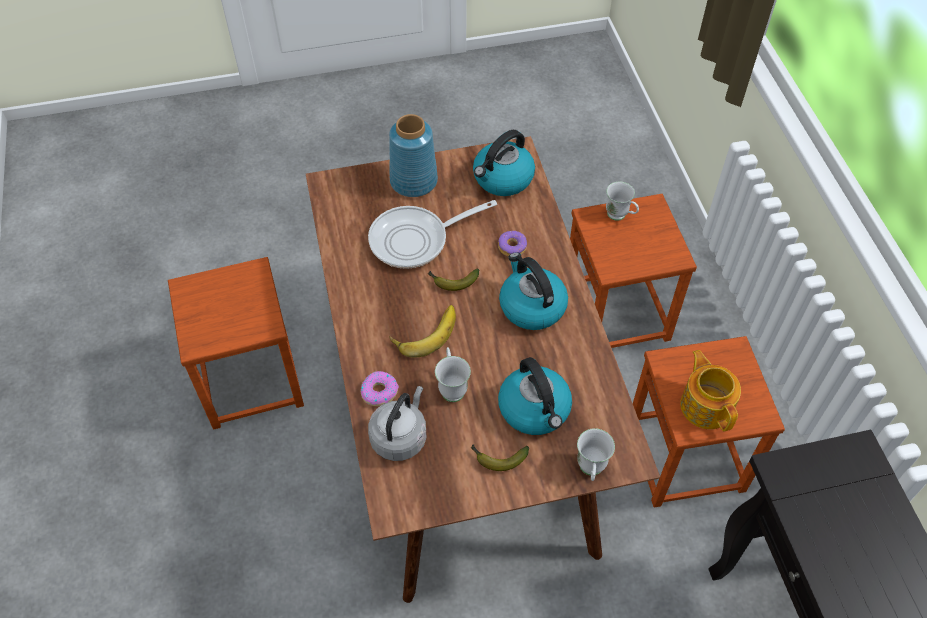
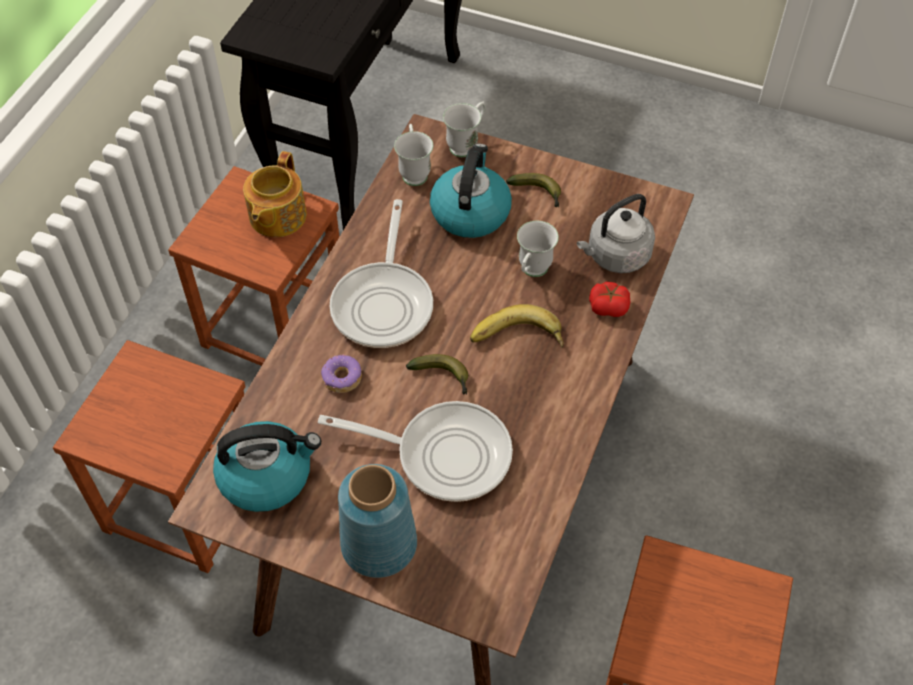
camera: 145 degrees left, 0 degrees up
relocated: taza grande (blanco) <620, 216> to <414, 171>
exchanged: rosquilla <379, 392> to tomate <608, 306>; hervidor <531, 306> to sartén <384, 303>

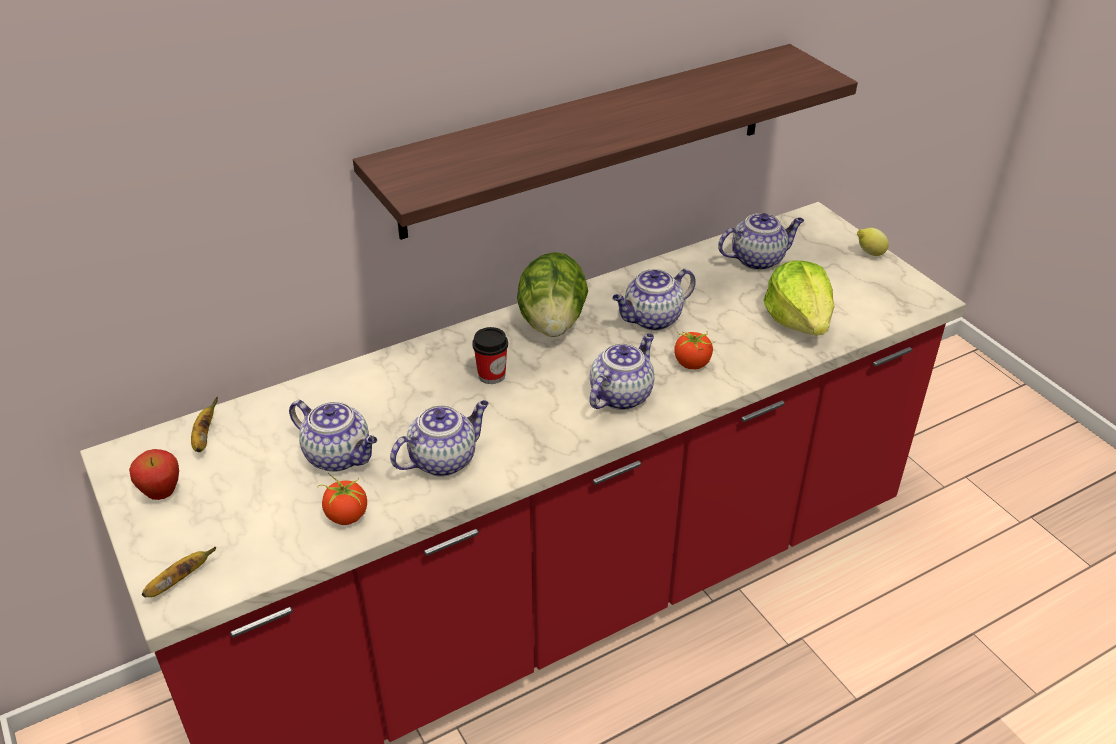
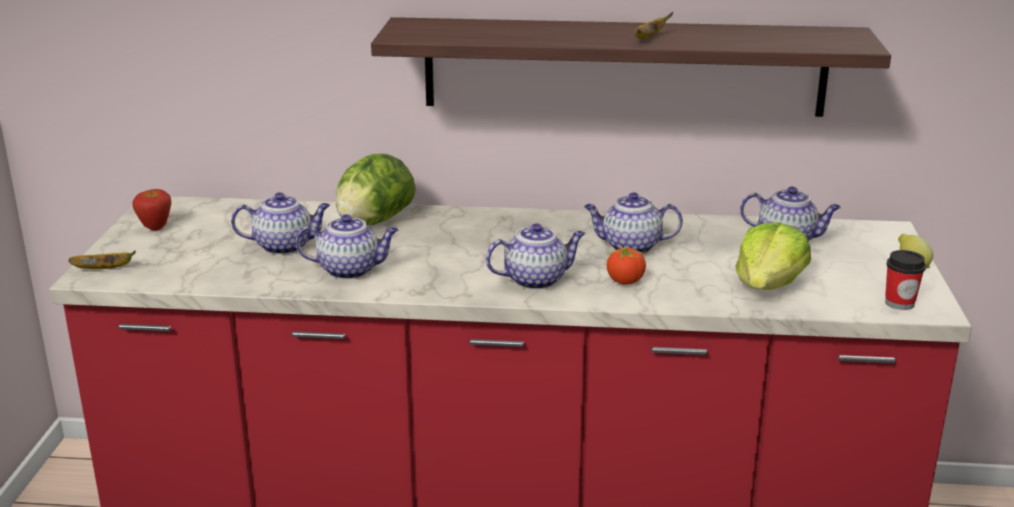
camera: 35 degrees right, 15 degrees down
missing: tomate <346, 516>
relocated: plátano <204, 438> to <648, 39>; taza <491, 375> to <899, 303>; lechuga <553, 323> to <374, 222>
spun: tetera <339, 456> = <285, 246> 75 degrees counterclockwise

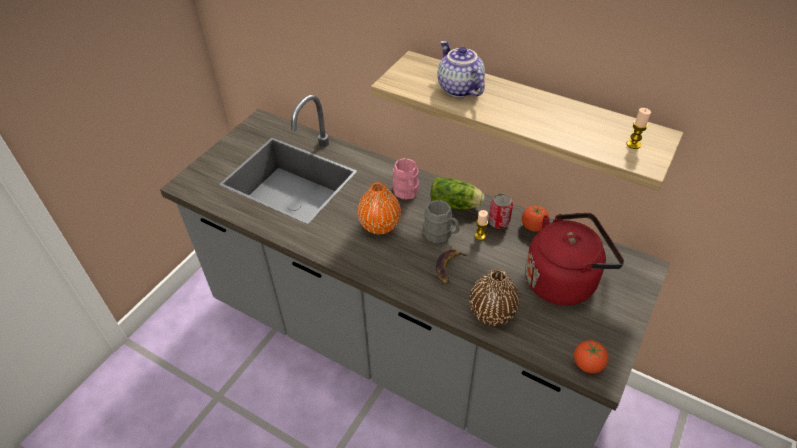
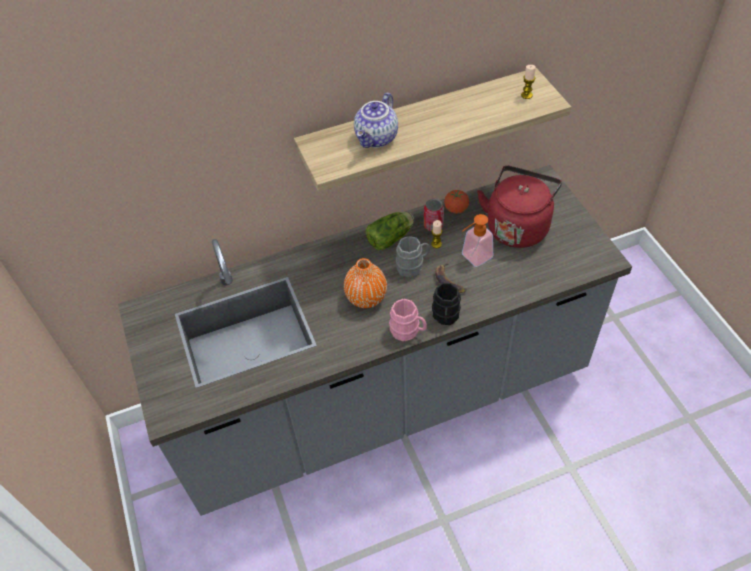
camera: 50 degrees left, 5 degrees up
missing: florero (marrón) <492, 312>; tomate <587, 364>
appeared: taza grande (negro) <445, 317>; dispensador de jabón <473, 258>
relocated: taza grande (rosa) <406, 193> to <408, 331>
spun: tetera <458, 88> = <377, 138> 75 degrees counterclockwise

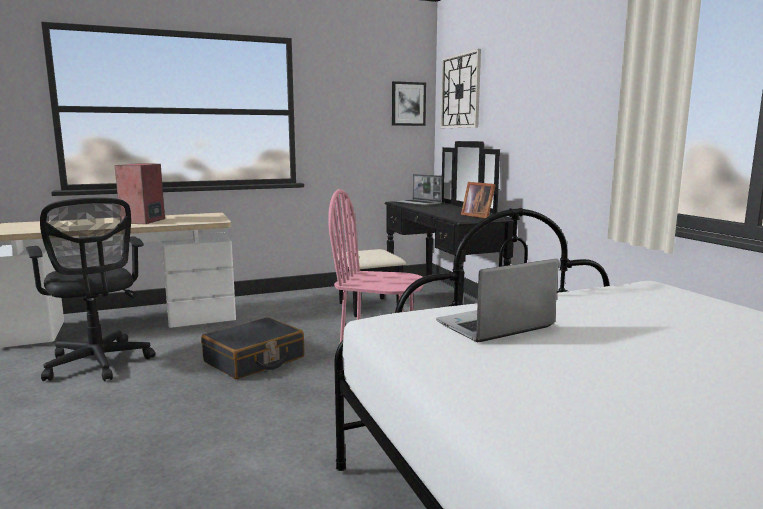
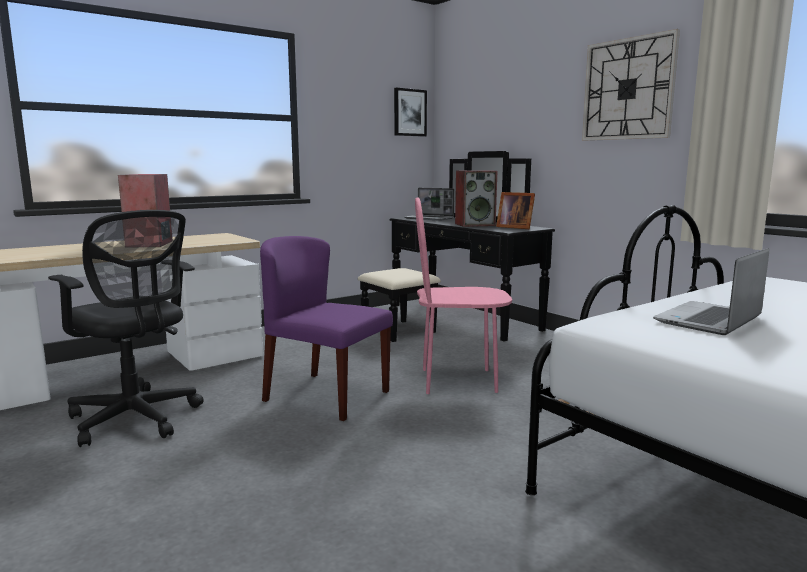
camera: 15 degrees left, 0 degrees up
appeared: altavoz <475, 224>
relocated: reloj de pared <460, 91> to <628, 89>
exchanged: maleta (negro) <254, 360> to silla (morado) <326, 395>

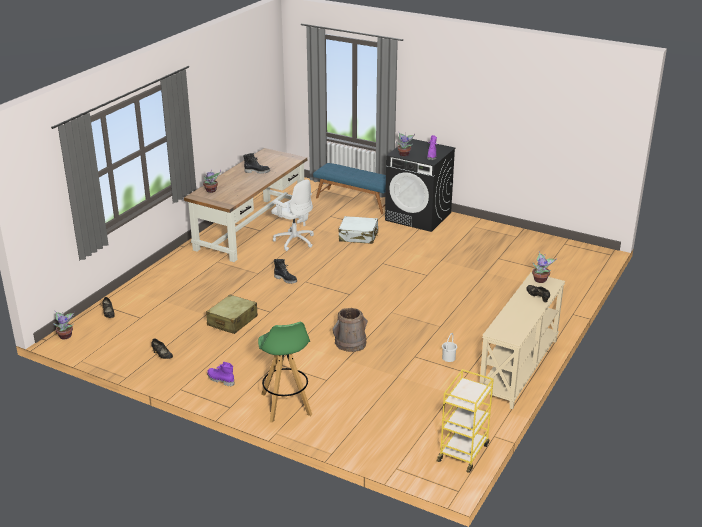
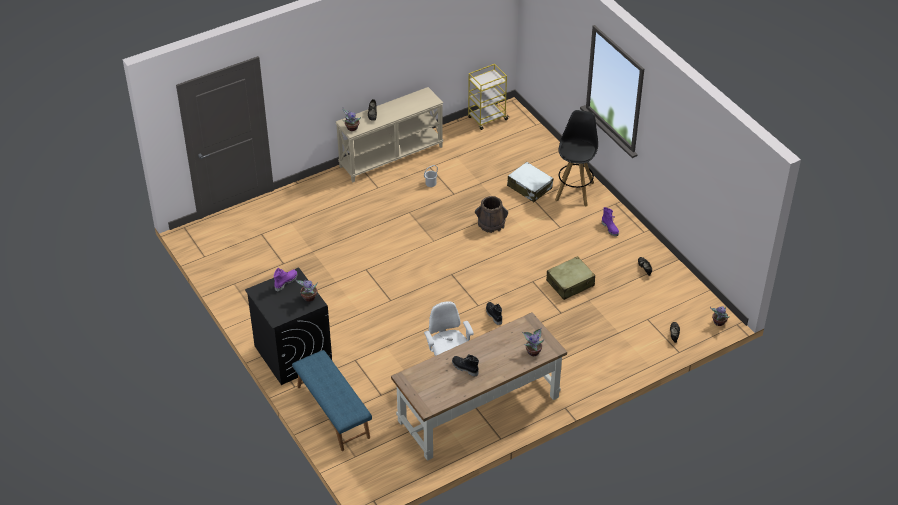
camera: 150 degrees left, 15 degrees up
relocated: maleta (blanco) <358, 236> to <529, 187>
colour: taburete (verde) <286, 405> to taburete (negro) <574, 191>

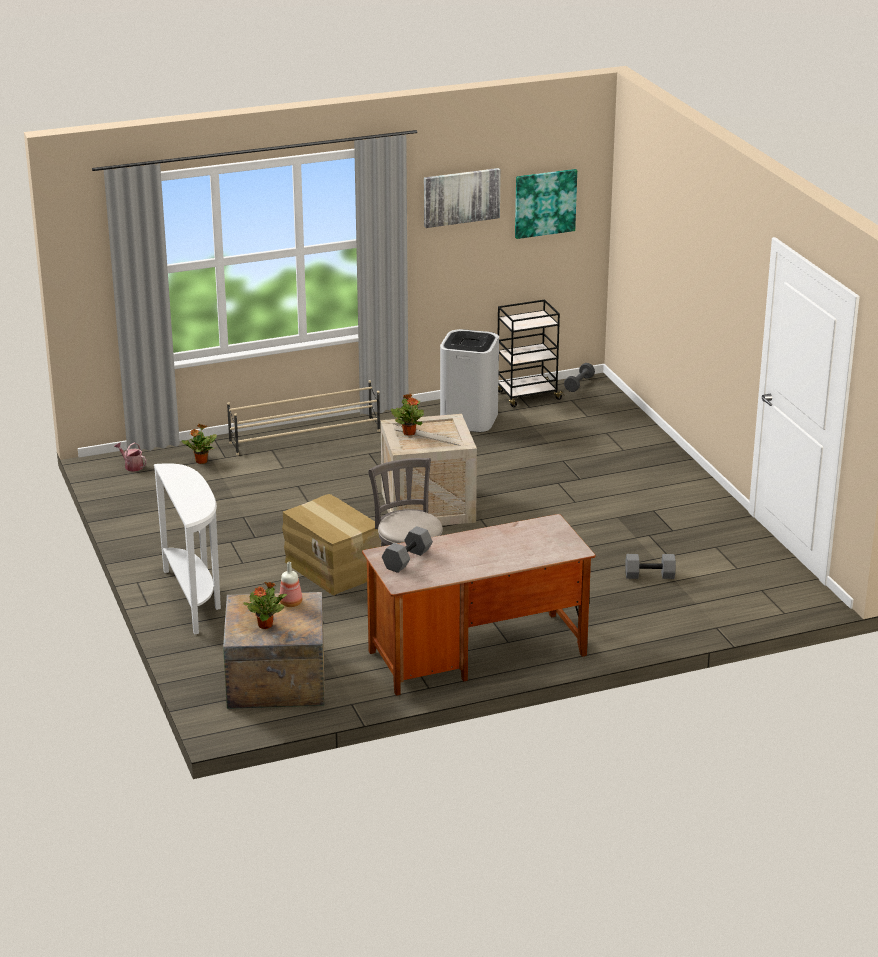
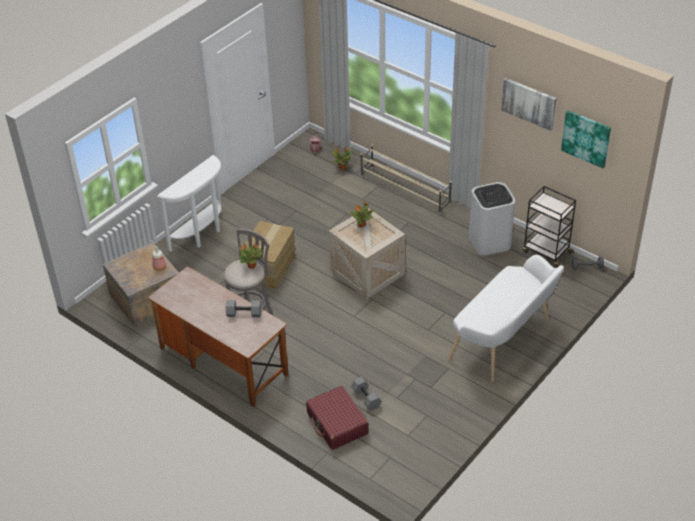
camera: 60 degrees right, 15 degrees up
appeared: maleta (rojo) <337, 424>; banco (blanco) <504, 342>
relocated: planta en maceta <265, 625> to <252, 265>; mancuerna (gris) <407, 560> to <243, 314>

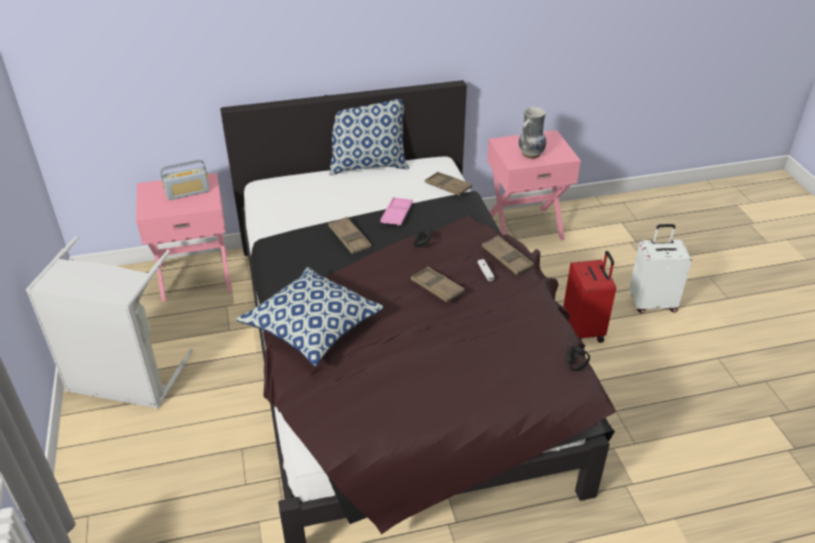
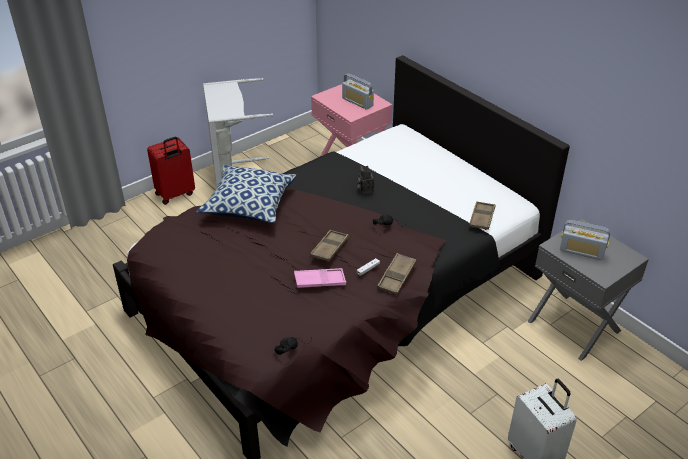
camera: 65 degrees right, 0 degrees up
missing: cojín <368, 165>
relocated: bandeja (rosa) <396, 214> to <320, 281>; maleta (rojo) <584, 329> to <175, 195>
exchanged: bandeja (marrón) <349, 238> to cámara <365, 190>; florero <530, 154> to radio <581, 251>
colour: mesita de noche (rosa) <524, 226> to mesita de noche (gris) <574, 325>

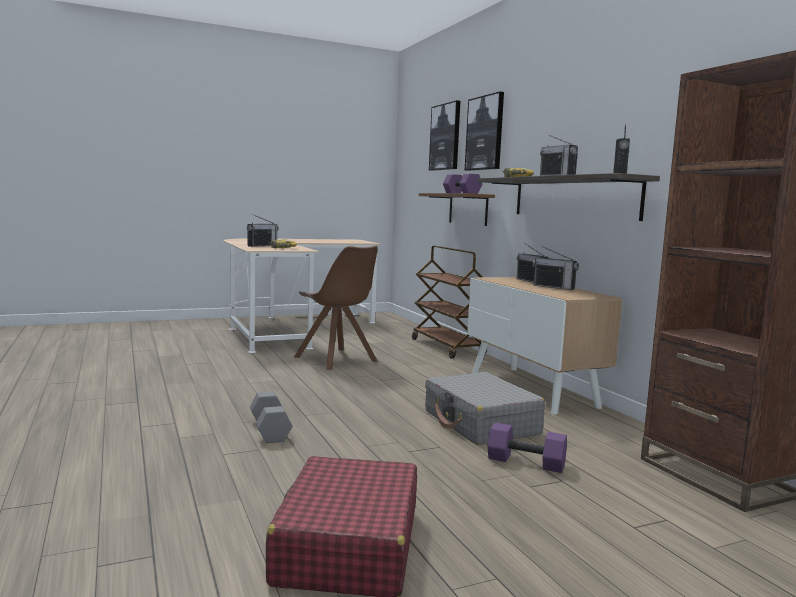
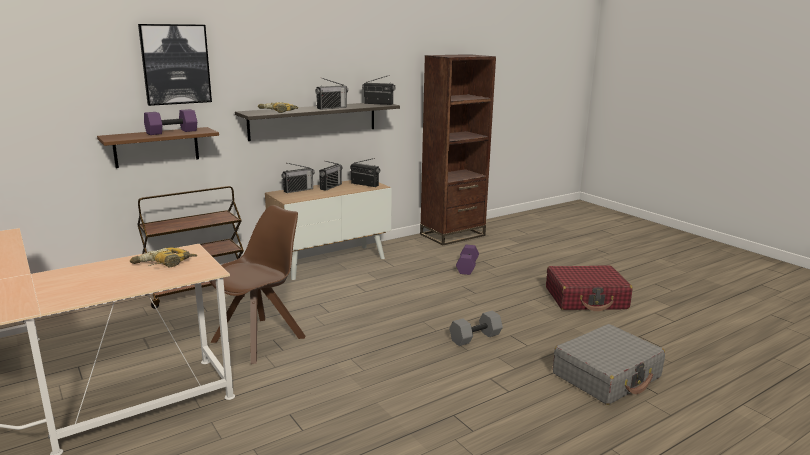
camera: 100 degrees left, 10 degrees up
missing: cuadro <445, 137>
relocated: radio <262, 246> to <364, 184>; maleta (gris) <481, 423> to <607, 376>

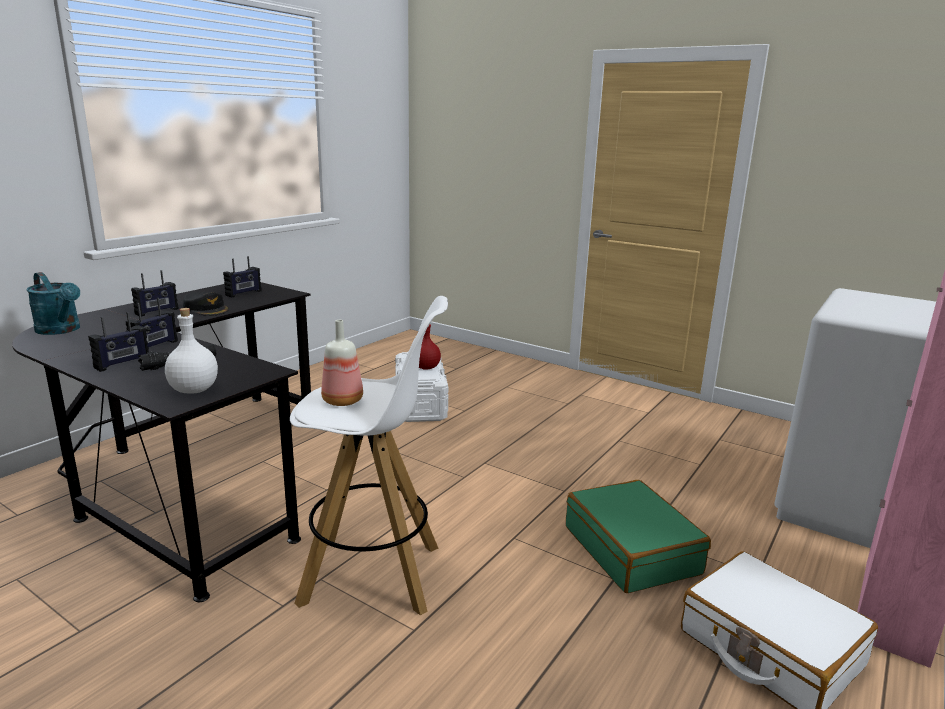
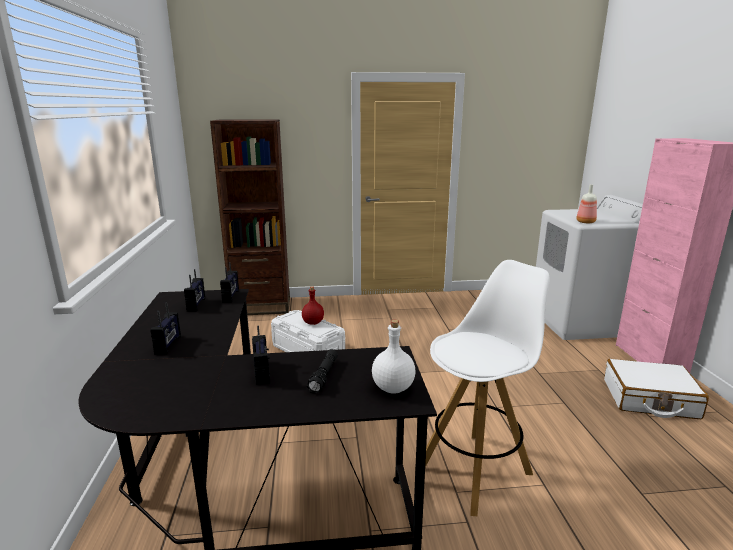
camera: 40 degrees left, 0 degrees up
missing: regadera (turquesa) <61, 330>; gorra (negro) <206, 309>; maleta (verde) <632, 550>
appeared: estantería (marrón) <261, 307>
relocated: radio <123, 364> to <231, 296>; botella <344, 401> to <586, 222>

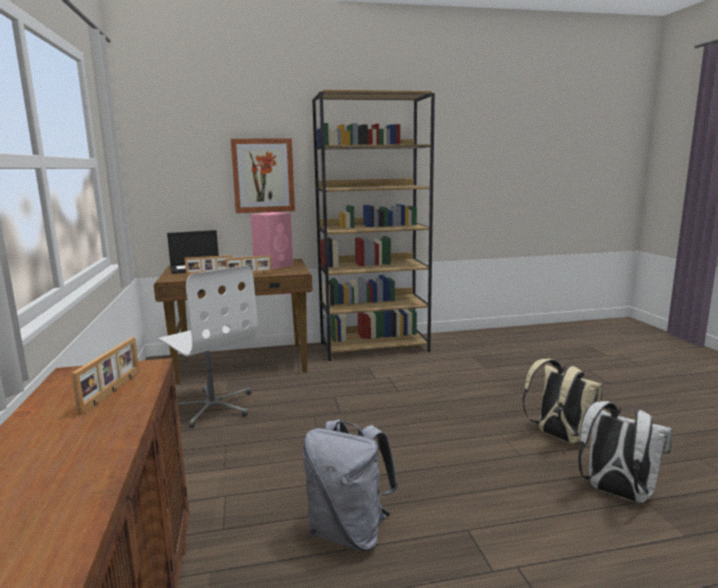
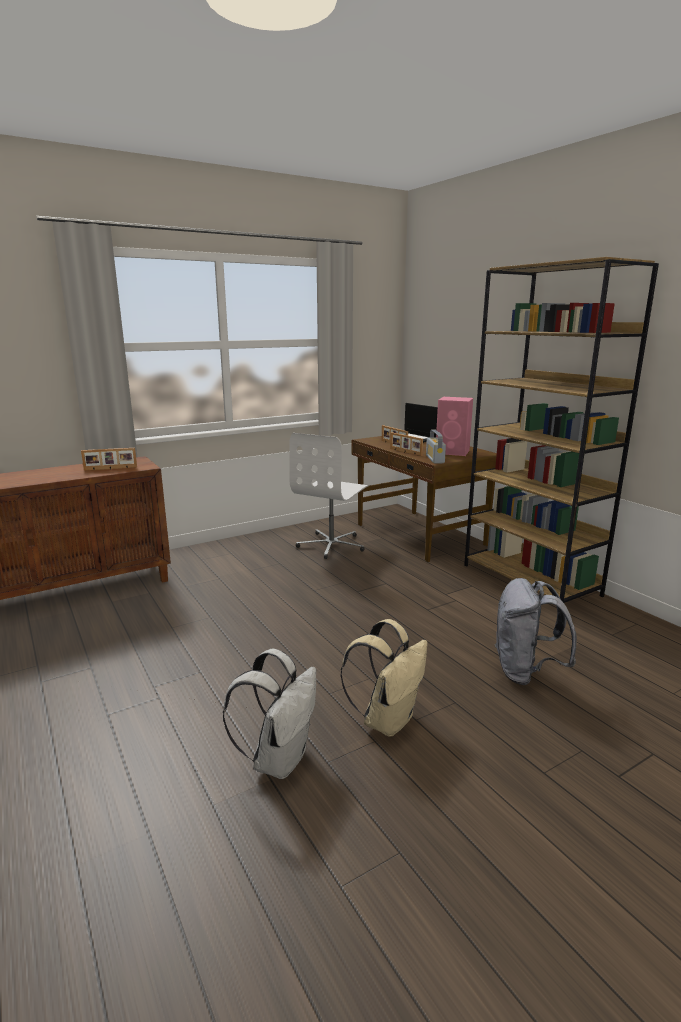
camera: 70 degrees right, 5 degrees up
missing: cuadro <263, 175>
appeared: radio <435, 459>
relocated: mochila (gris) <349, 532> to <525, 672>

